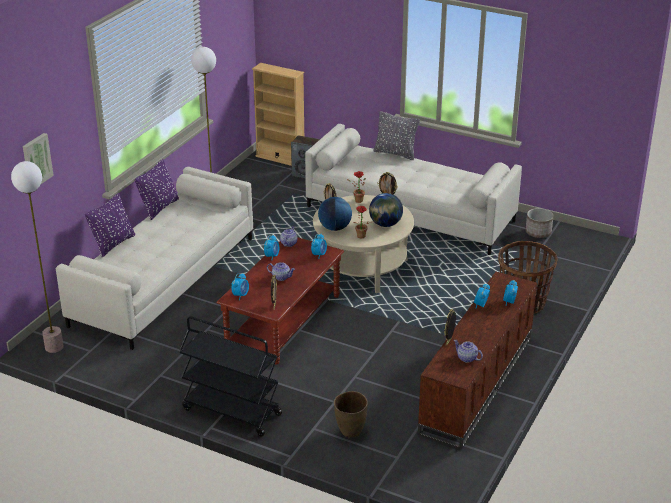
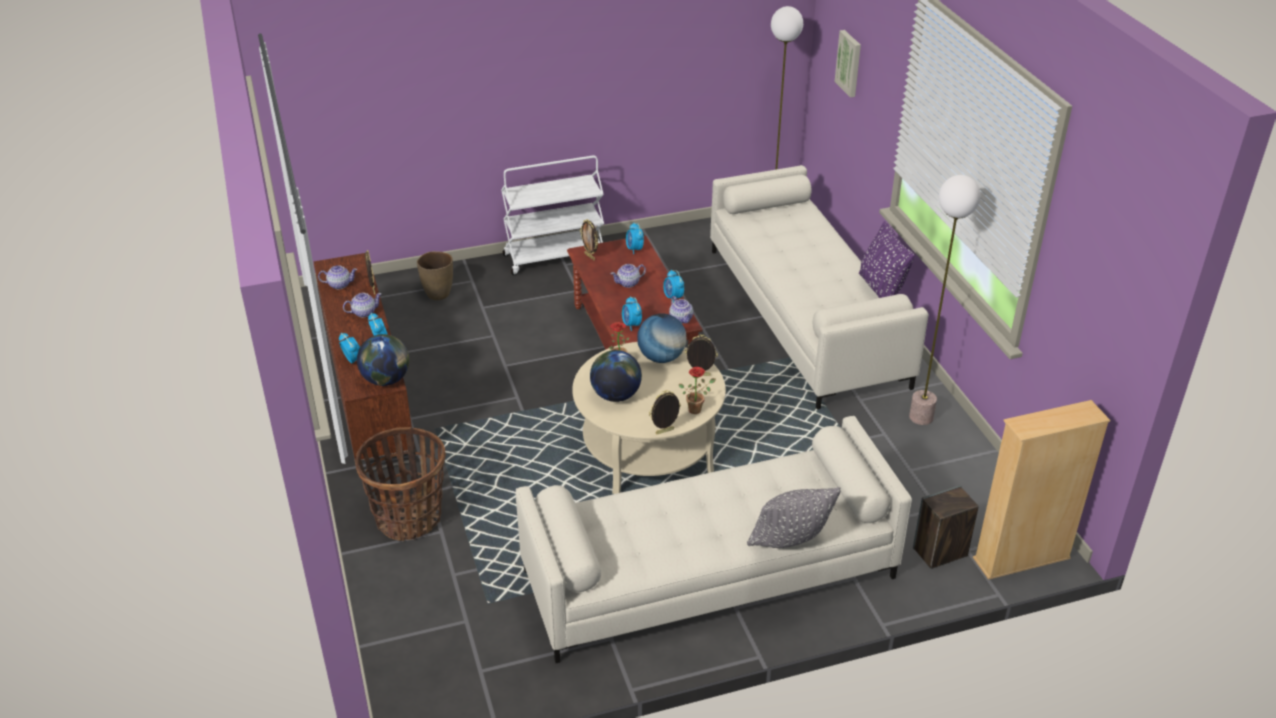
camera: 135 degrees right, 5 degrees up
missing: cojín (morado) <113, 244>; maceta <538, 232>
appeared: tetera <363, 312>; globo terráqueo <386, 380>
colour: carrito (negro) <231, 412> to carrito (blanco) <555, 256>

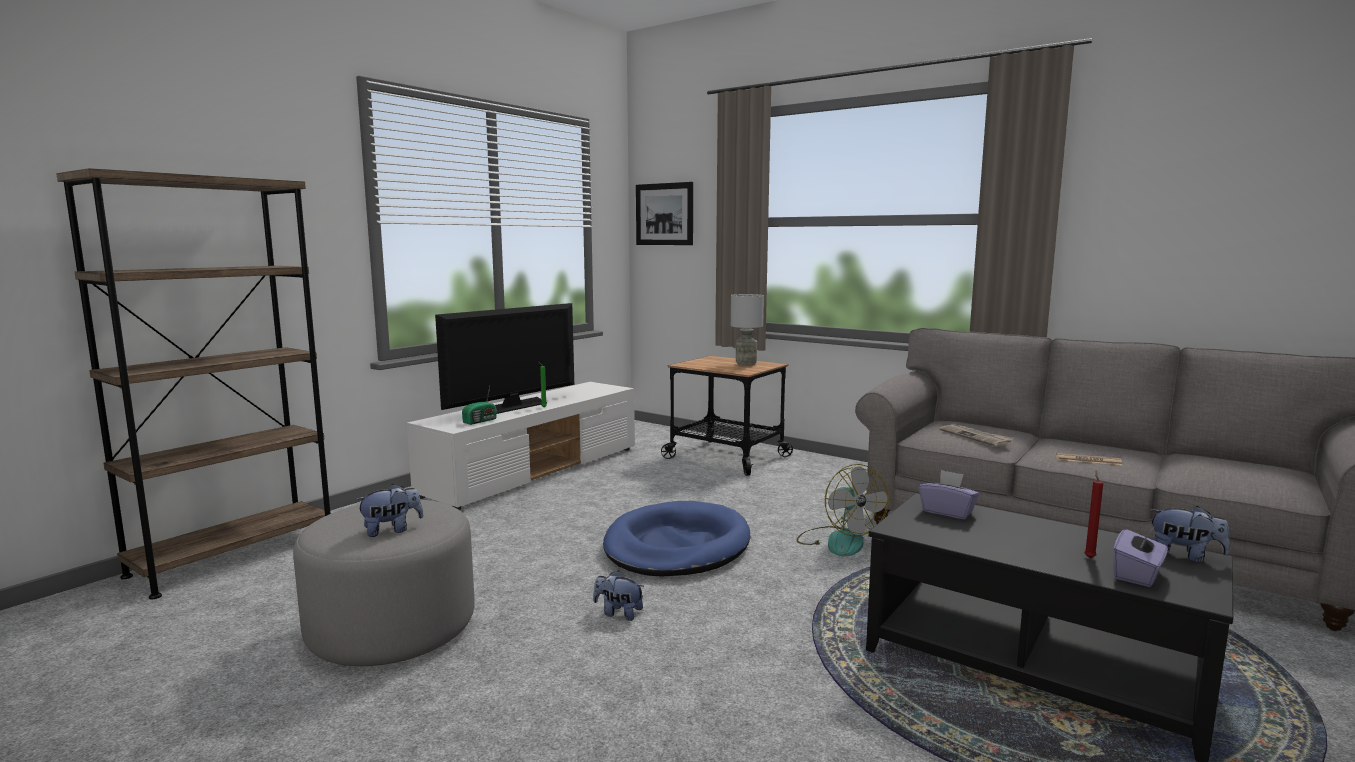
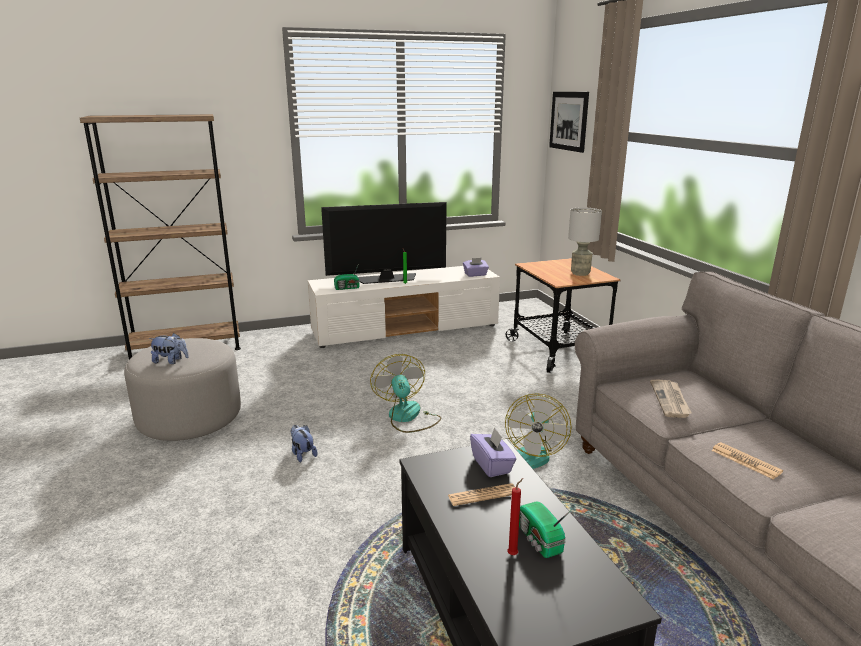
camera: 35 degrees right, 10 degrees up
missing: peluche <1185, 556>
appeared: periódico <482, 495>; radio <539, 540>
relocated: caja de pañuelos (morado) <1137, 575> to <475, 274>
exchanged: cama para perro (azul) <676, 546> to ventilador <407, 417>

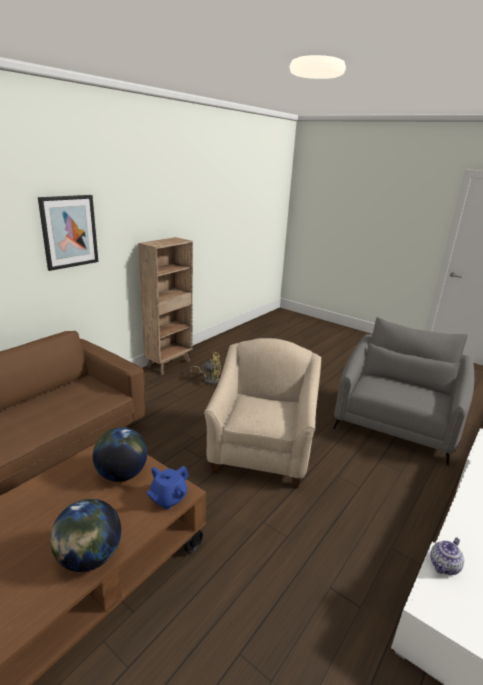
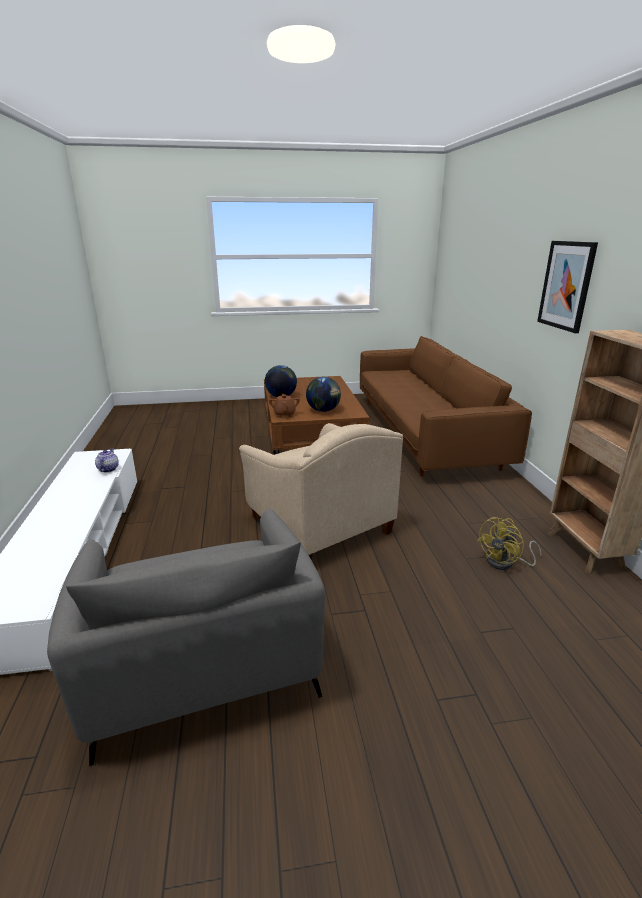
camera: 135 degrees right, 0 degrees up
colour: tetera (azul) <168, 498> to tetera (marrón) <284, 414>

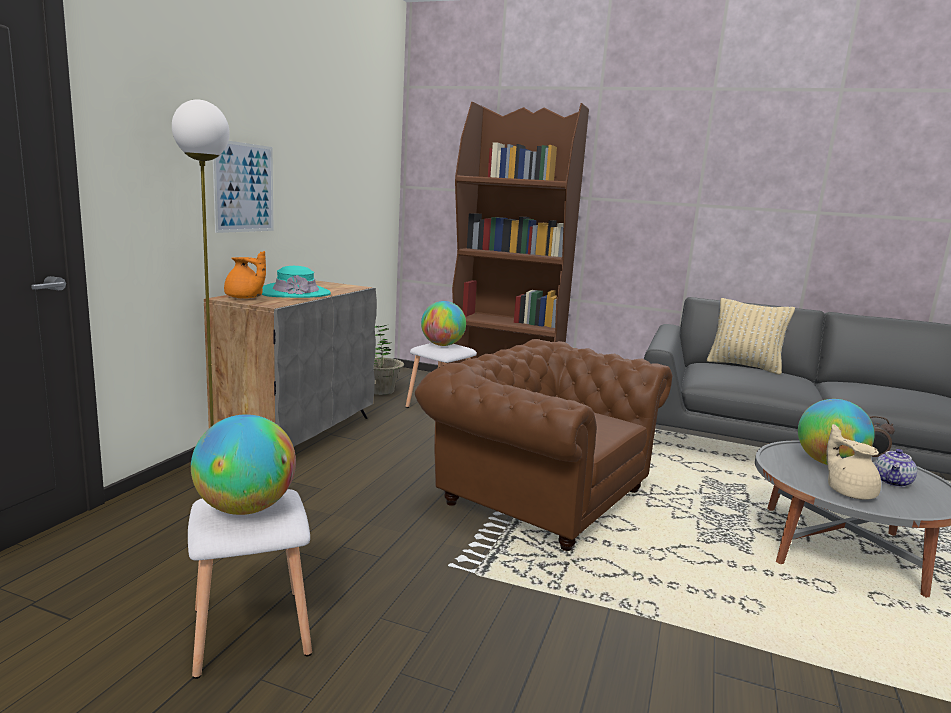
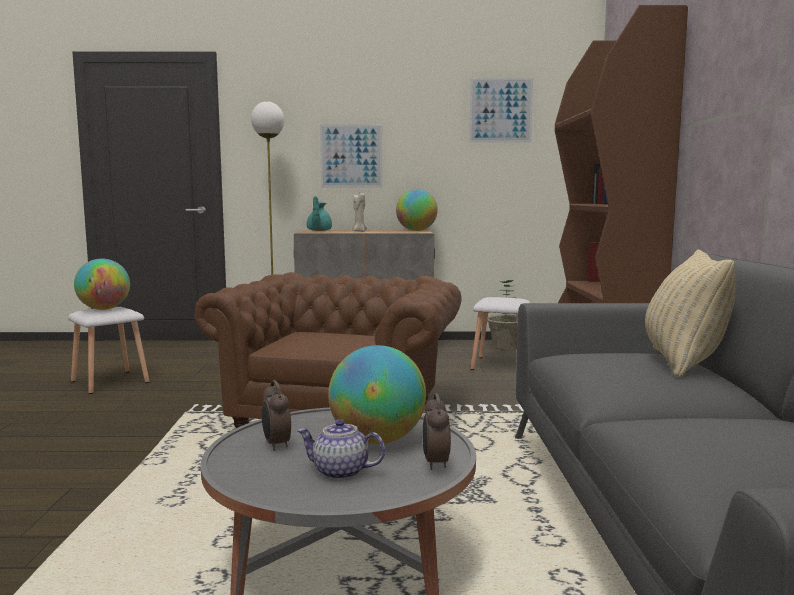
camera: 70 degrees right, 5 degrees down
appeared: cuadro <500, 110>
relocated: globo terráqueo <442, 345> to <416, 230>
exchanged: sombrero (turquesa) <295, 293> to vela (beis) <359, 231>; tetera (beis) <849, 492> to despertador <276, 445>
colour: tetera (naranja) <245, 298> to tetera (turquesa) <318, 231>

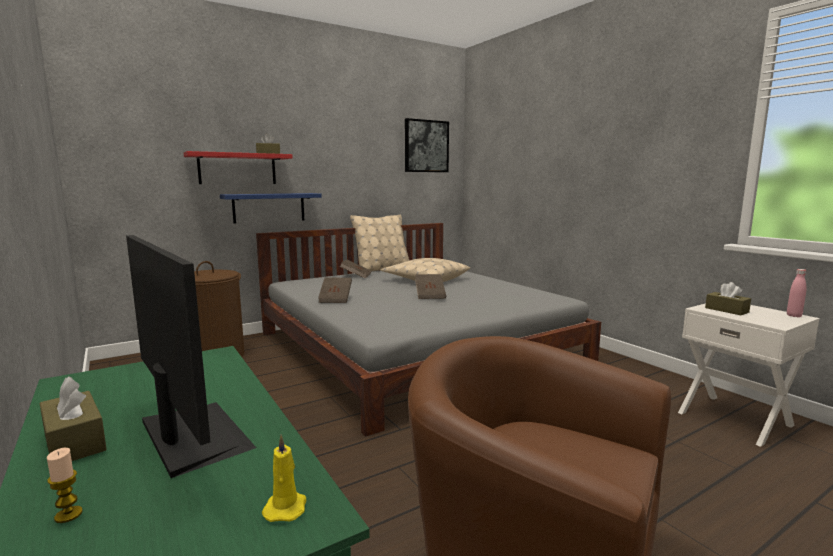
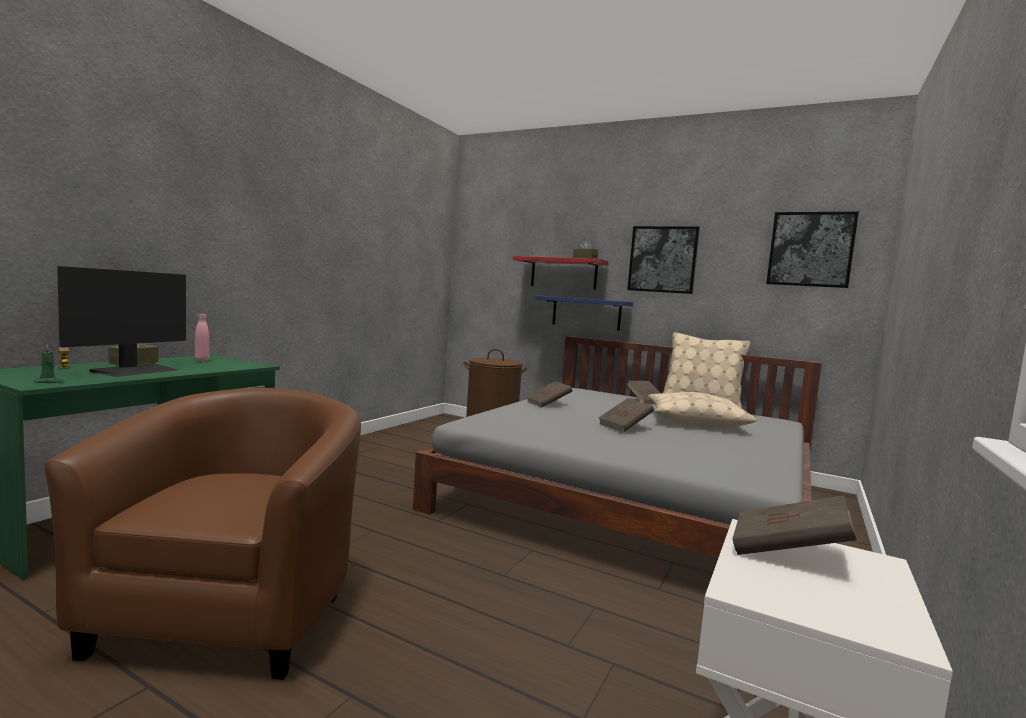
camera: 60 degrees right, 5 degrees down
appeared: cuadro <663, 259>
relocated: botella (rosa) <794, 316> to <201, 360>
exchanged: caja de pañuelos (marrón) <726, 310> to libro (marrón) <788, 552>
colour: vela (amarillo) <286, 507> to vela (verde) <49, 382>

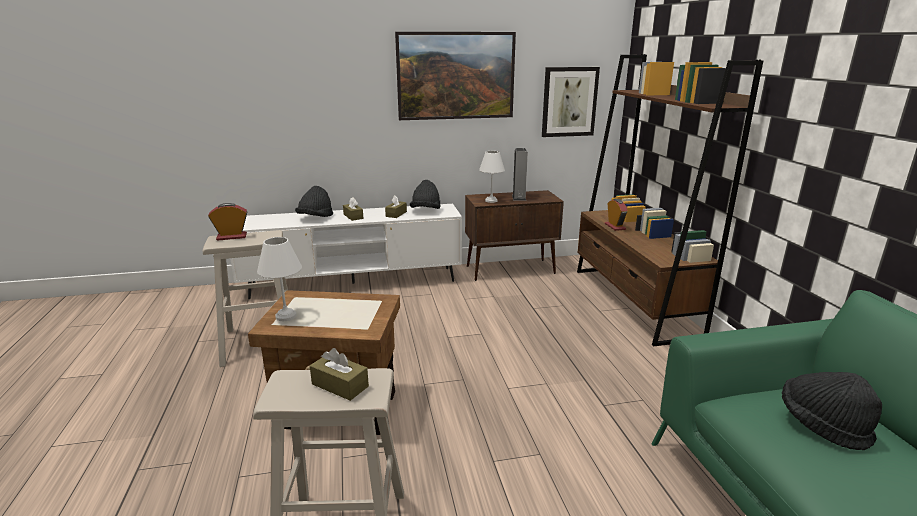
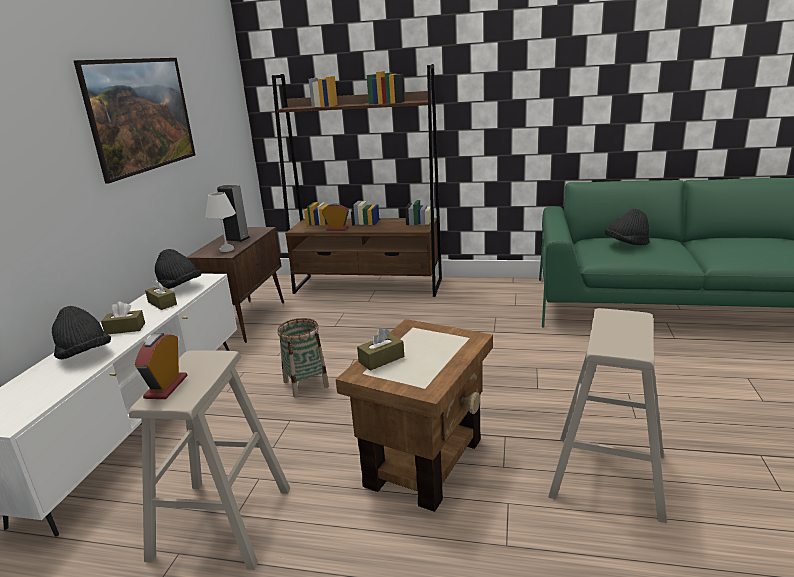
camera: 65 degrees left, 0 degrees up
missing: lámpara de mesa (blanco) <286, 316>; cuadro <569, 102>
appeared: cesta <306, 384>
relocated: caja de pañuelos (marrón) <340, 385> to <381, 359>

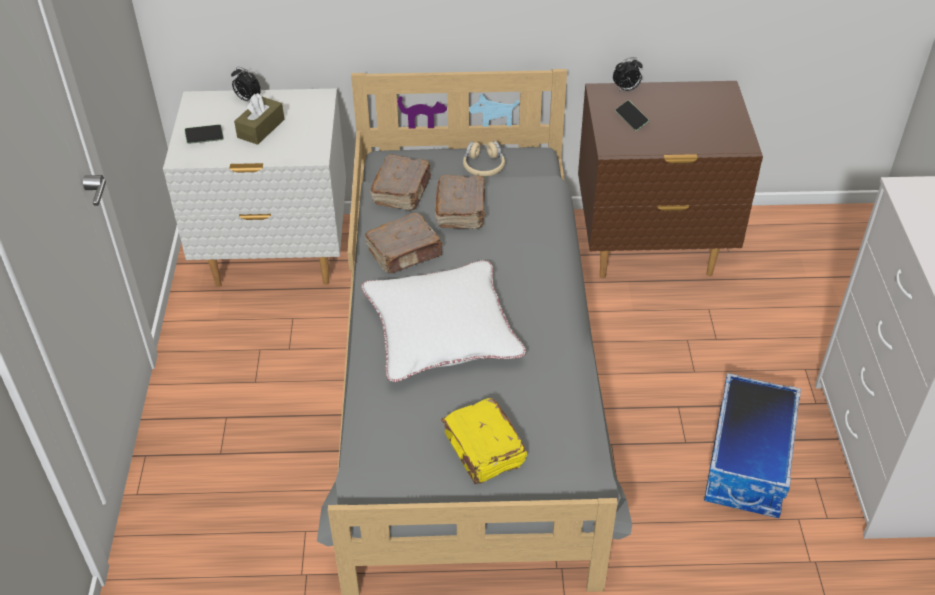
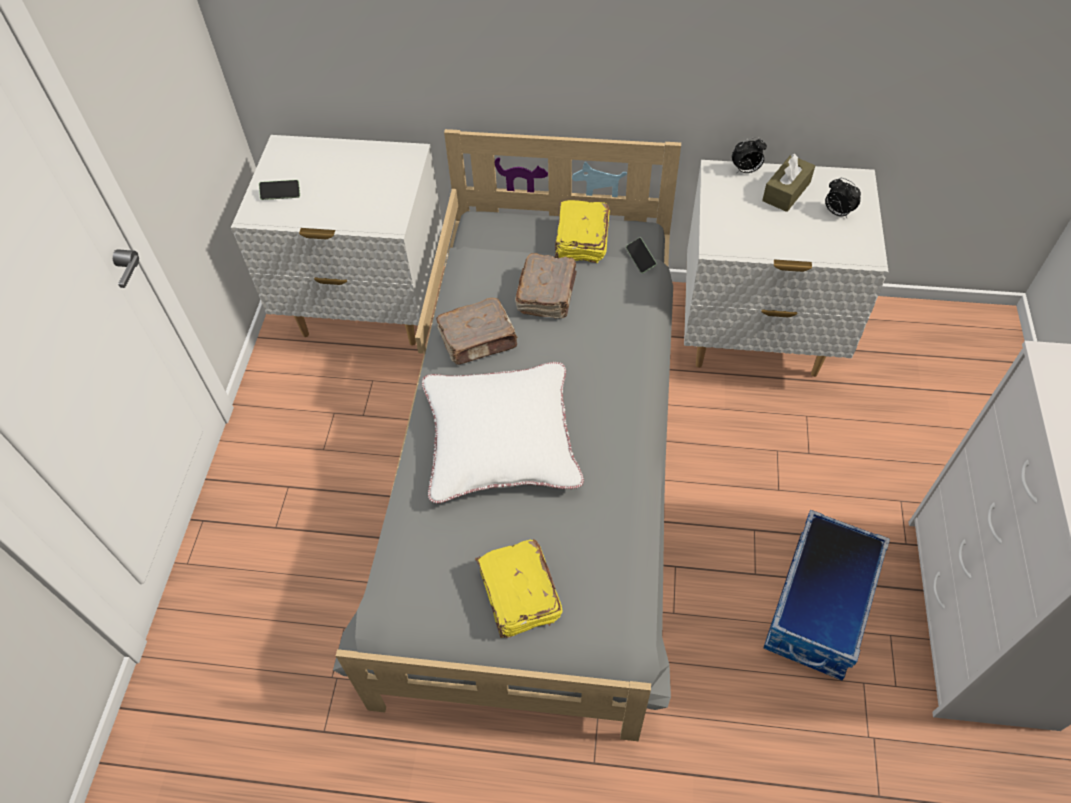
camera: 10 degrees right, 10 degrees up
missing: libro (marrón) <402, 192>
relocated: despertador <247, 99> to <837, 213>; caja de pañuelos (marrón) <261, 128> to <786, 192>; móvil <631, 120> to <640, 259>
exchanged: auriculares (beis) <483, 166> to libro (amarillo) <581, 241>
colour: mesita de noche (marrón) <651, 250> to mesita de noche (blanco) <755, 339>

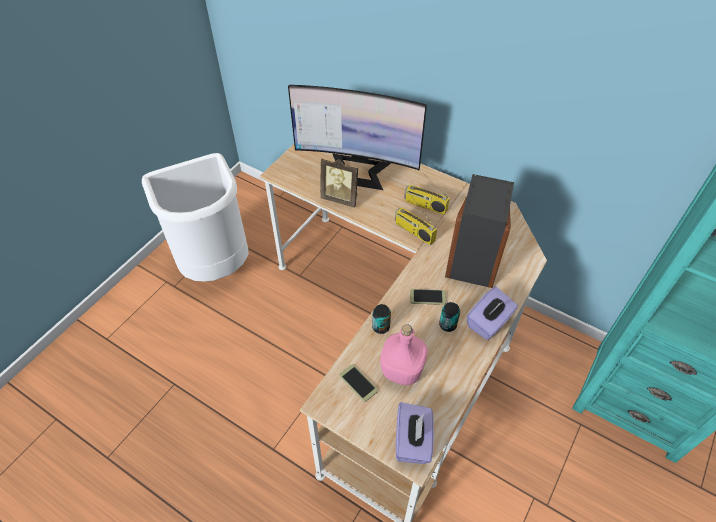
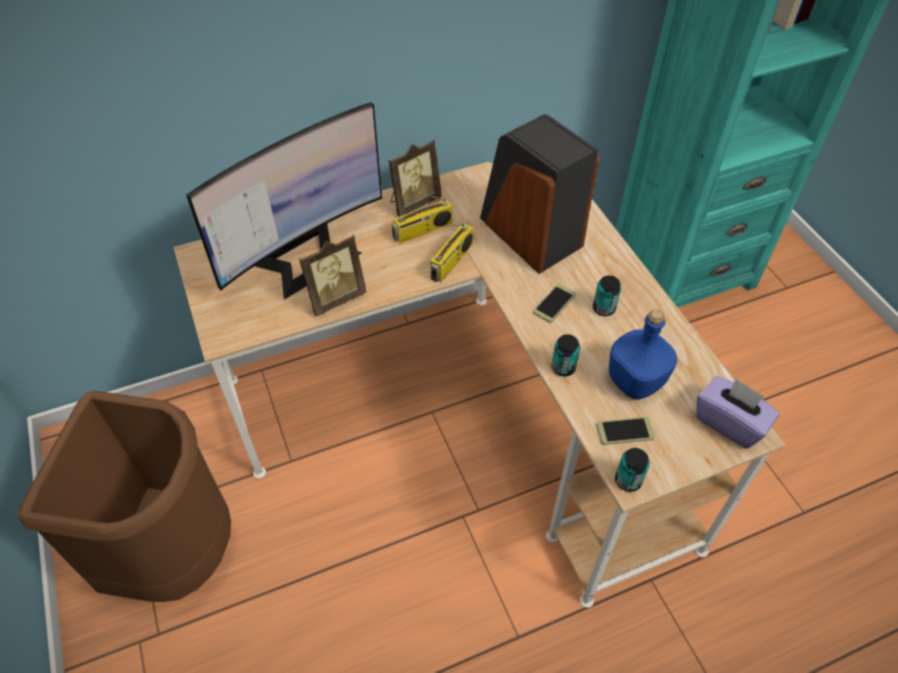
camera: 55 degrees left, 0 degrees up
missing: caja de pañuelos (morado) <489, 322>
appeared: portarretratos <413, 202>; lata <628, 480>
colour: papelera (blanco) <215, 266> to papelera (marrón) <177, 556>; botella (rosa) <402, 369> to botella (azul) <634, 381>
spun: radio <413, 231> = <452, 262> 45 degrees counterclockwise

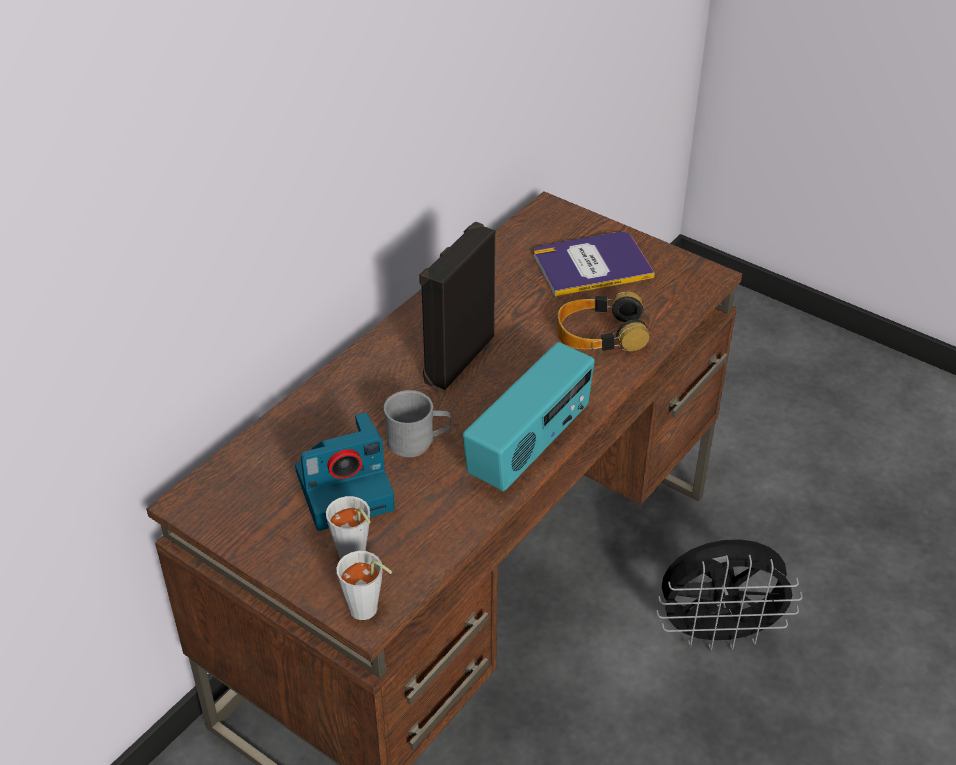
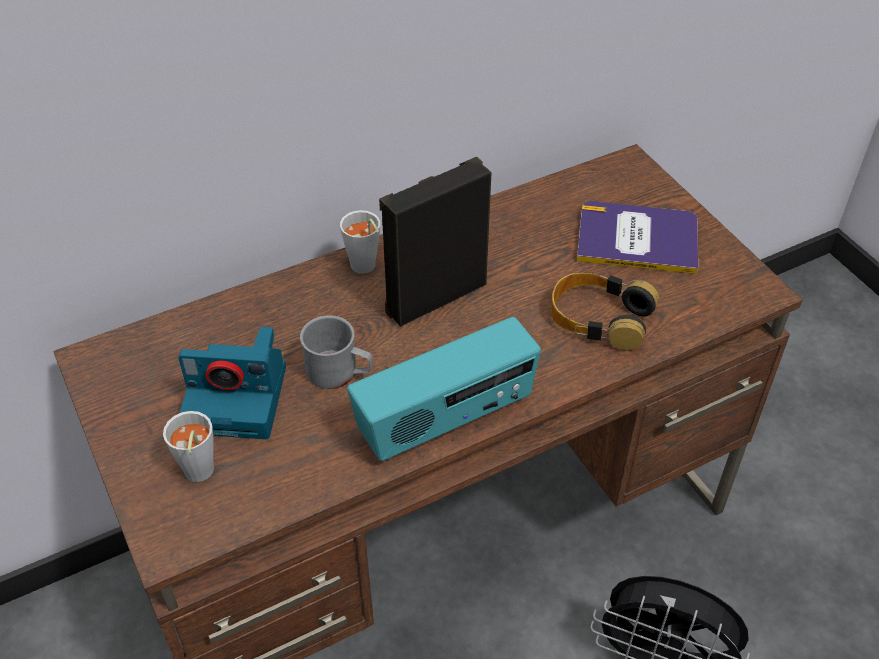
camera: 25 degrees right, 5 degrees up
relocated: taza (gris) <368, 612> to <365, 269>

